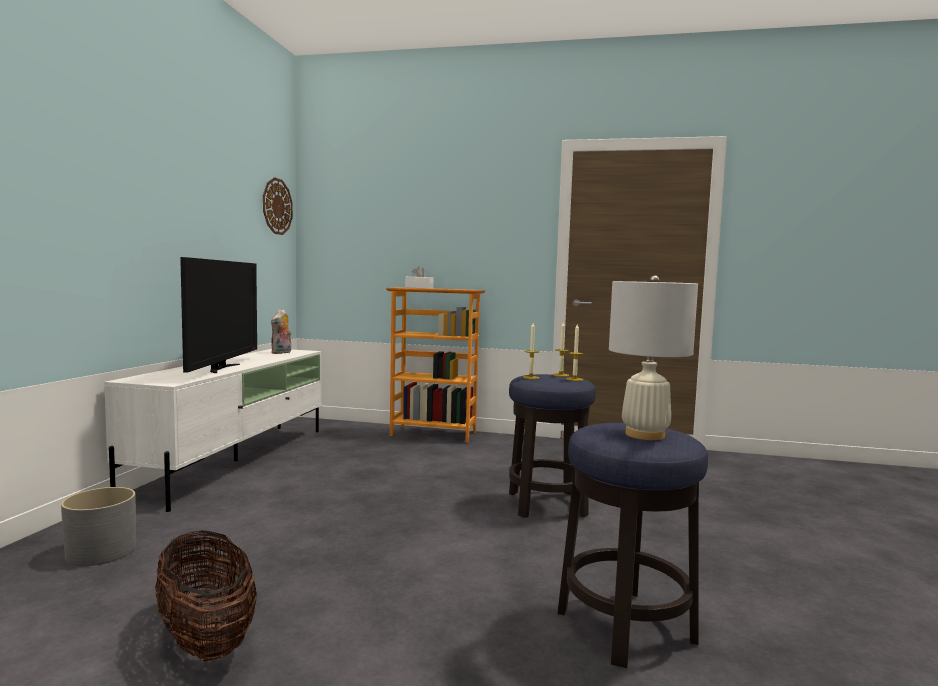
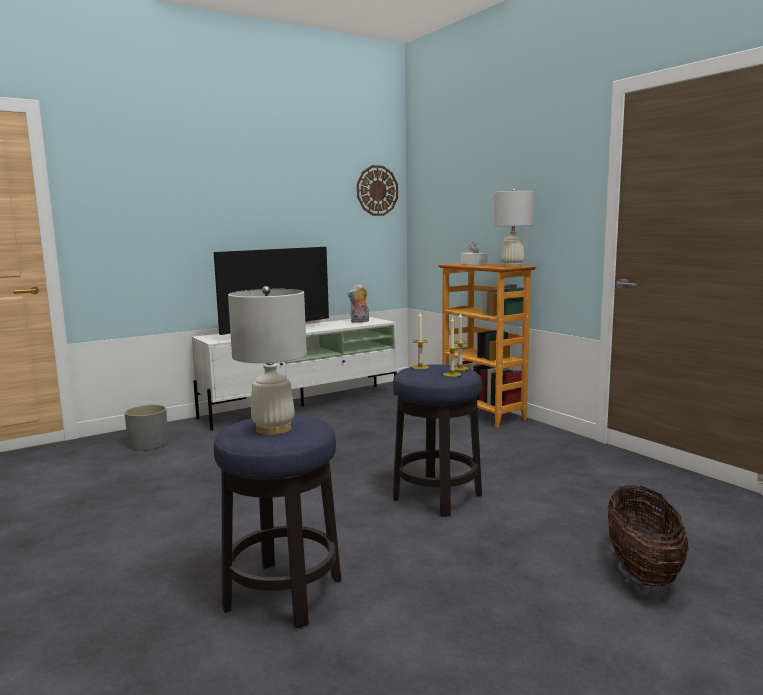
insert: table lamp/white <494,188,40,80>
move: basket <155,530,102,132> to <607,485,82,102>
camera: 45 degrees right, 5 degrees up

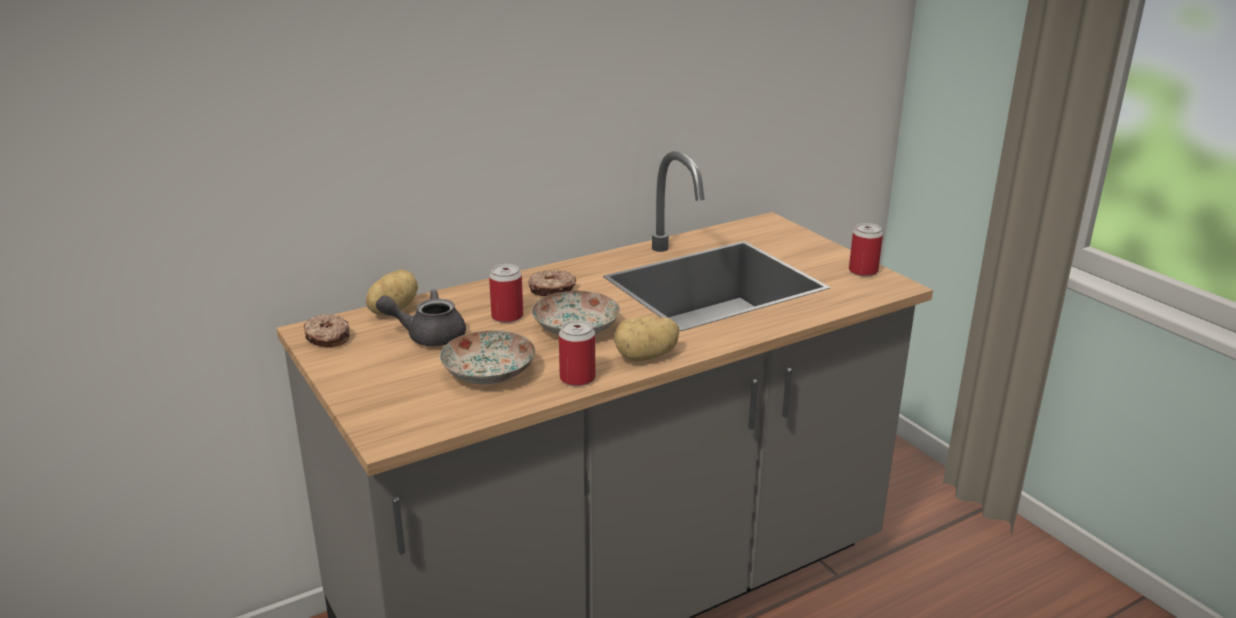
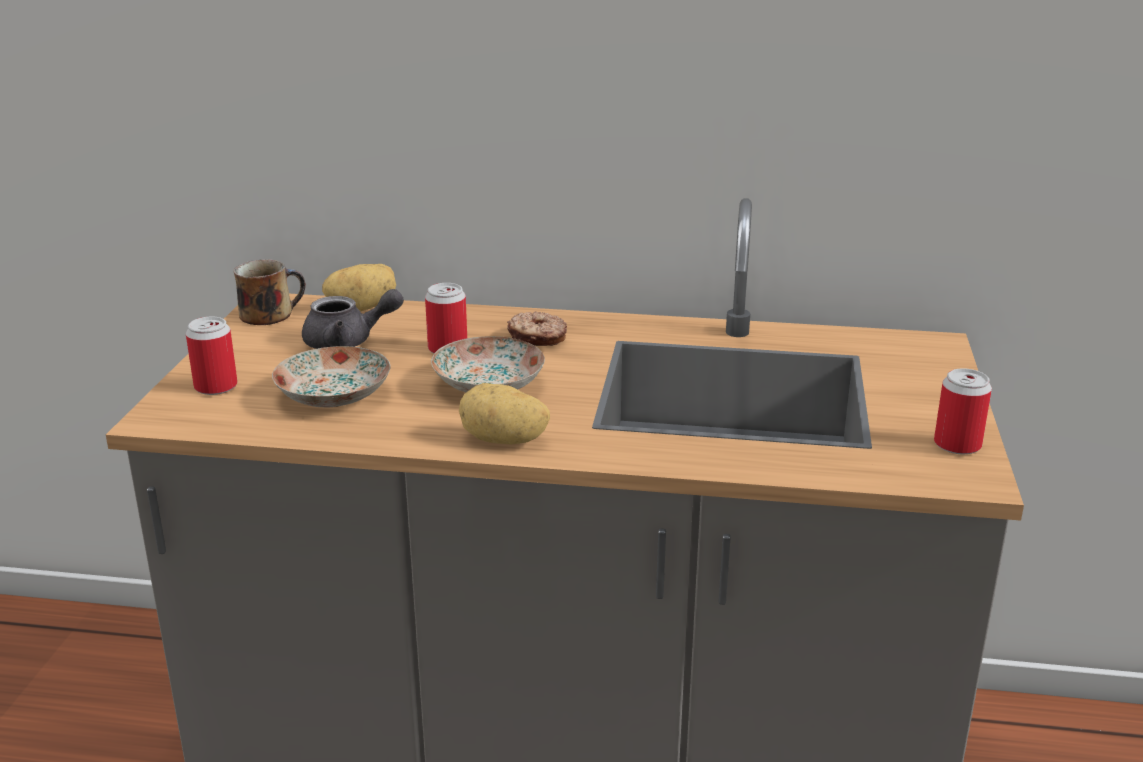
move: can <559,320,36,66> to <186,316,51,79>
replace: donut <304,314,46,34> to mug <234,259,72,66>
rotate: teapot/grey <376,289,90,57> = <302,289,102,60> 135 degrees clockwise
camera: 40 degrees right, 0 degrees up

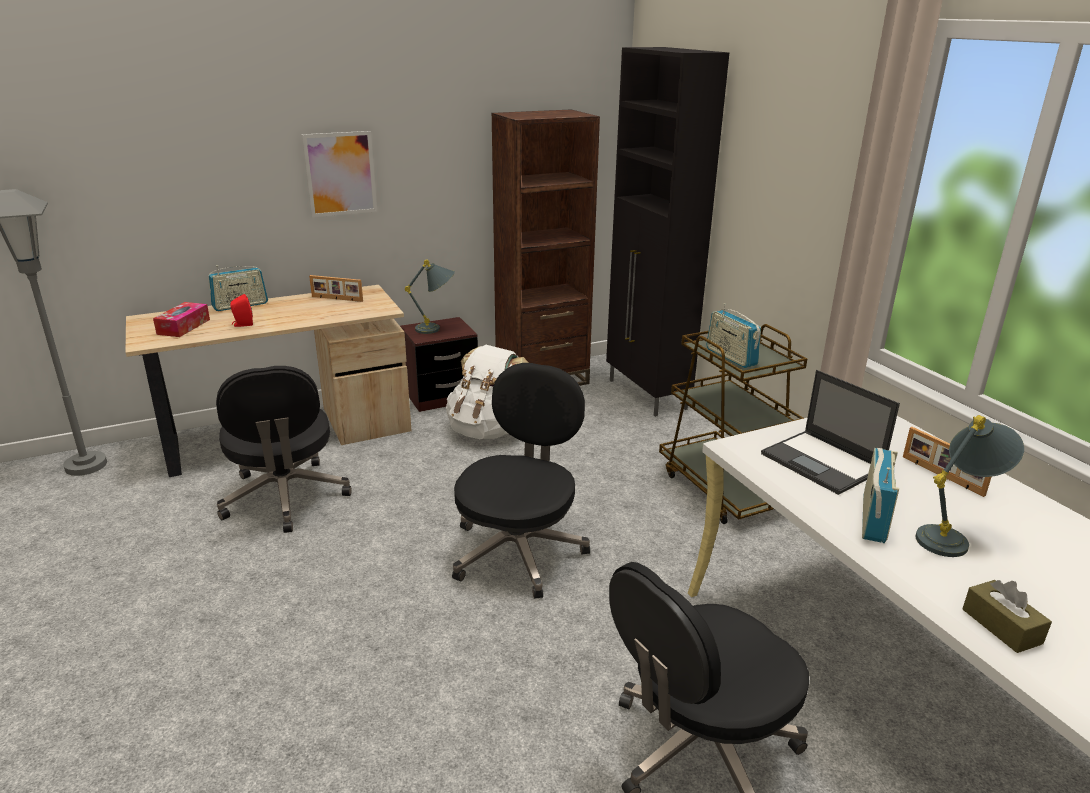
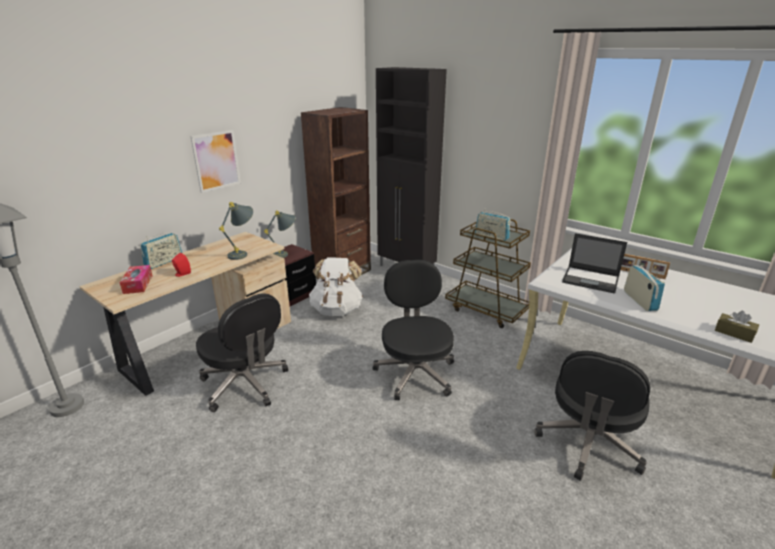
delete: picture frame <309,275,54,27>
move: table lamp/grey <915,415,109,142> to <219,202,34,58>
camera: 25 degrees left, 0 degrees up

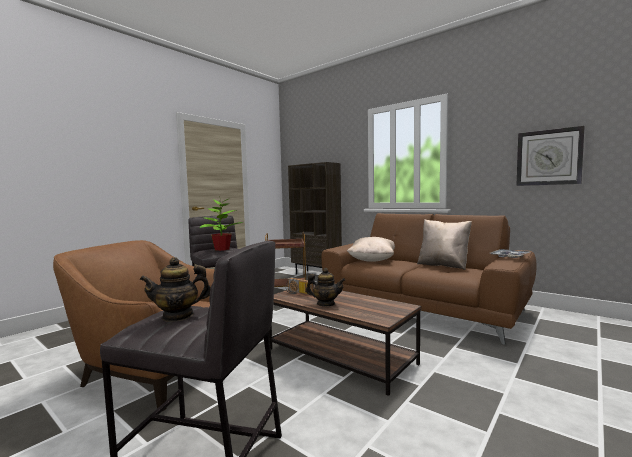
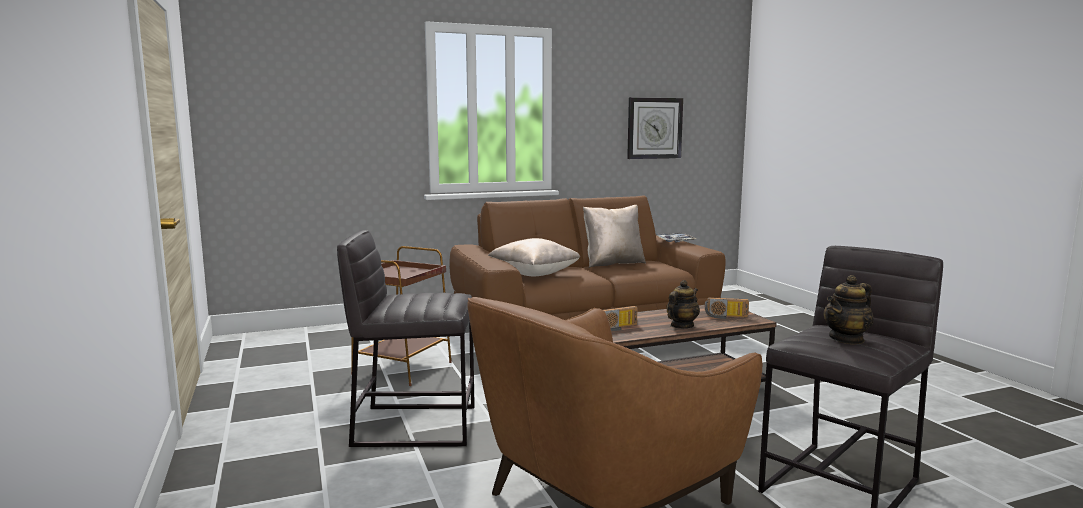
delete: potted plant <199,196,44,55>; bookcase/brown <288,162,54,113>
insert: radio <705,298,44,21>
rotate: teapot <139,257,72,65> = <824,275,50,70> 45 degrees clockwise
camera: 60 degrees left, 5 degrees up

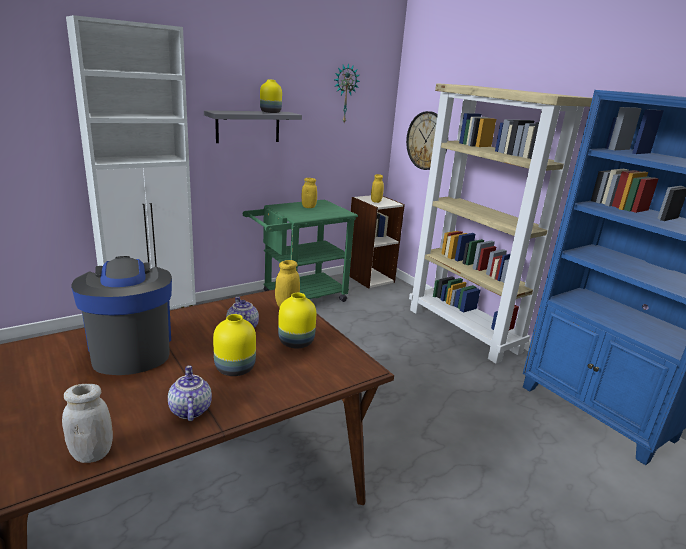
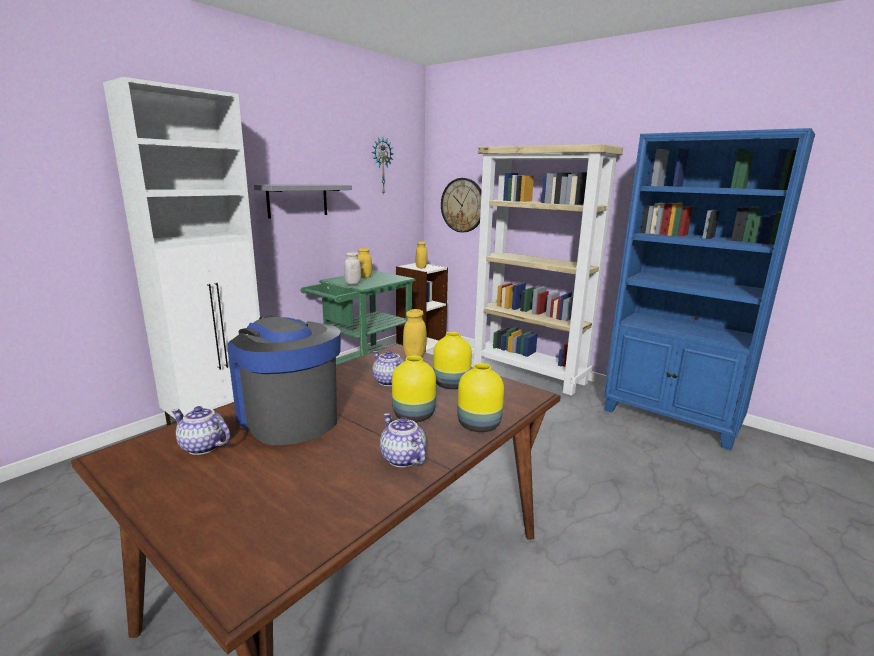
insert: teapot <172,406,58,49>
move: jar/white <62,384,51,79> to <344,252,17,33>; vase/yellow <260,79,22,34> to <457,363,47,69>
camera: 15 degrees left, 5 degrees down

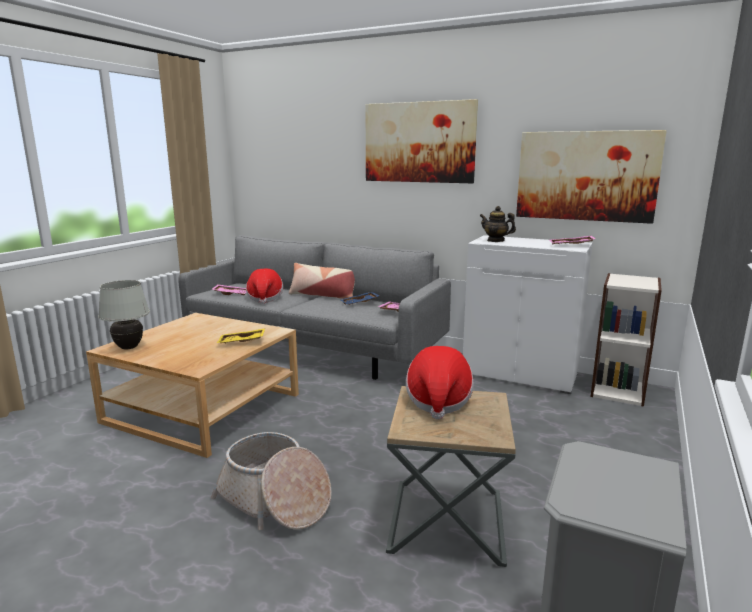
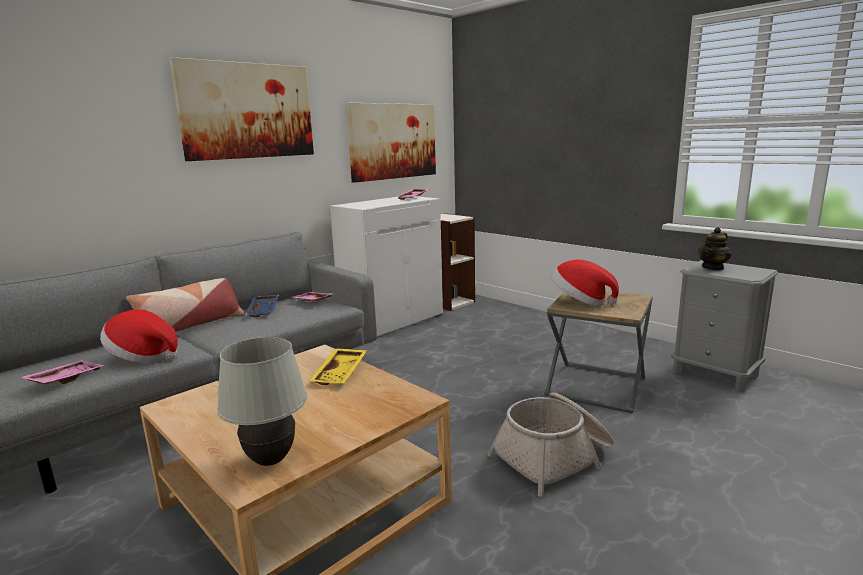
move: teapot <480,206,36,36> to <698,227,34,43>
camera: 70 degrees left, 0 degrees up

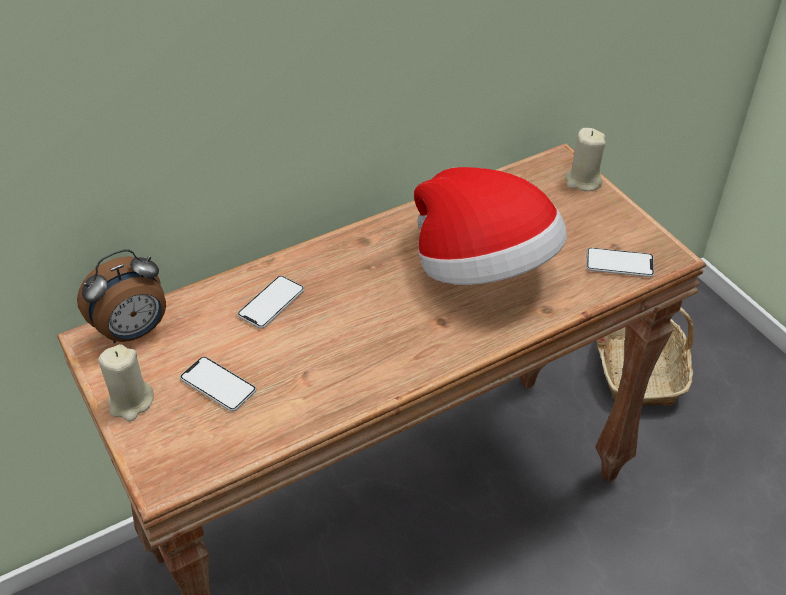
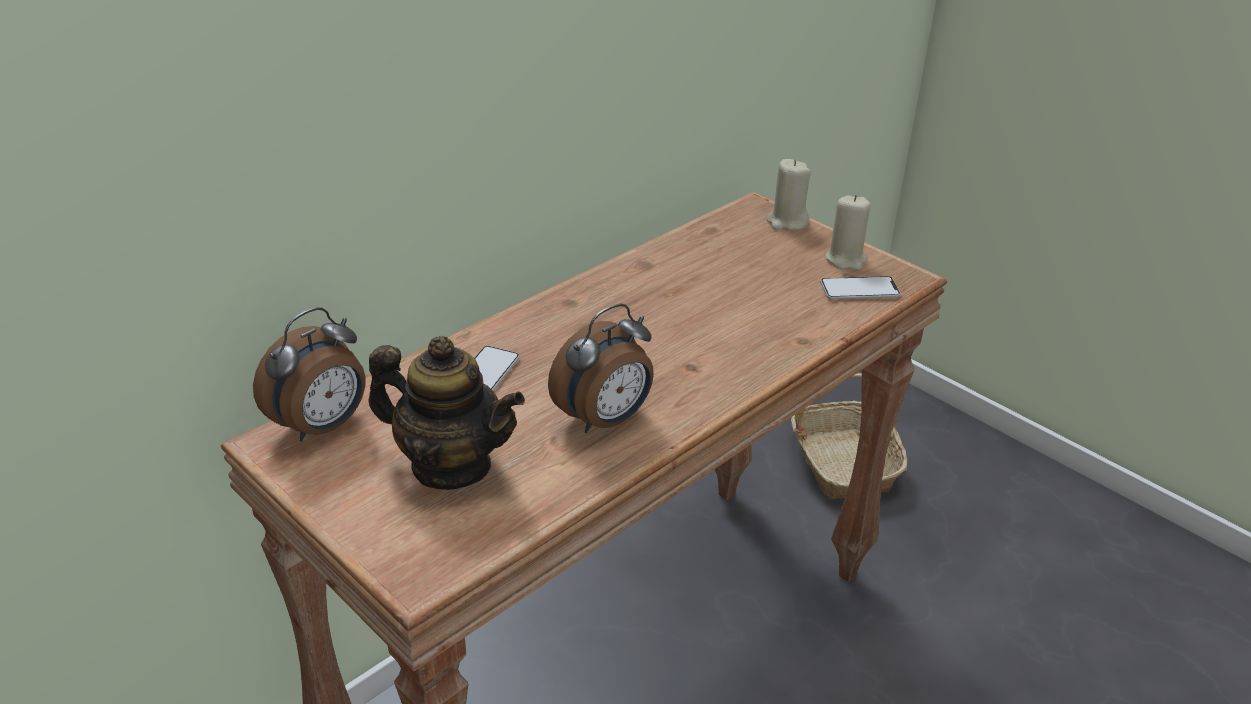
delete: hat <414,167,153,118>
insert: alarm clock <548,303,106,130>
move: candle/beige <98,344,56,77> to <825,195,46,75>
replace: phone <180,357,77,54> to teapot <368,336,157,154>
camera: 15 degrees left, 10 degrees down

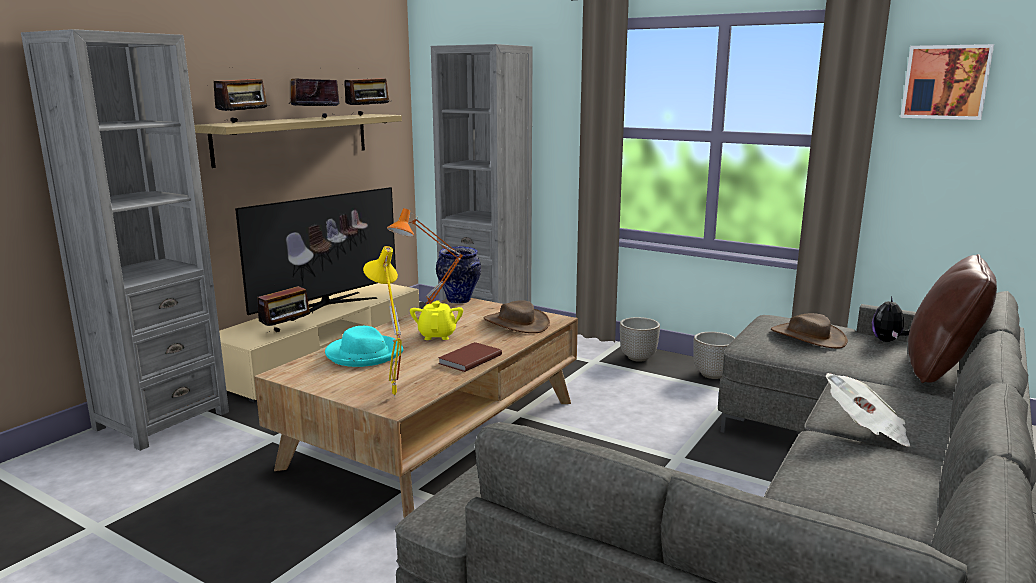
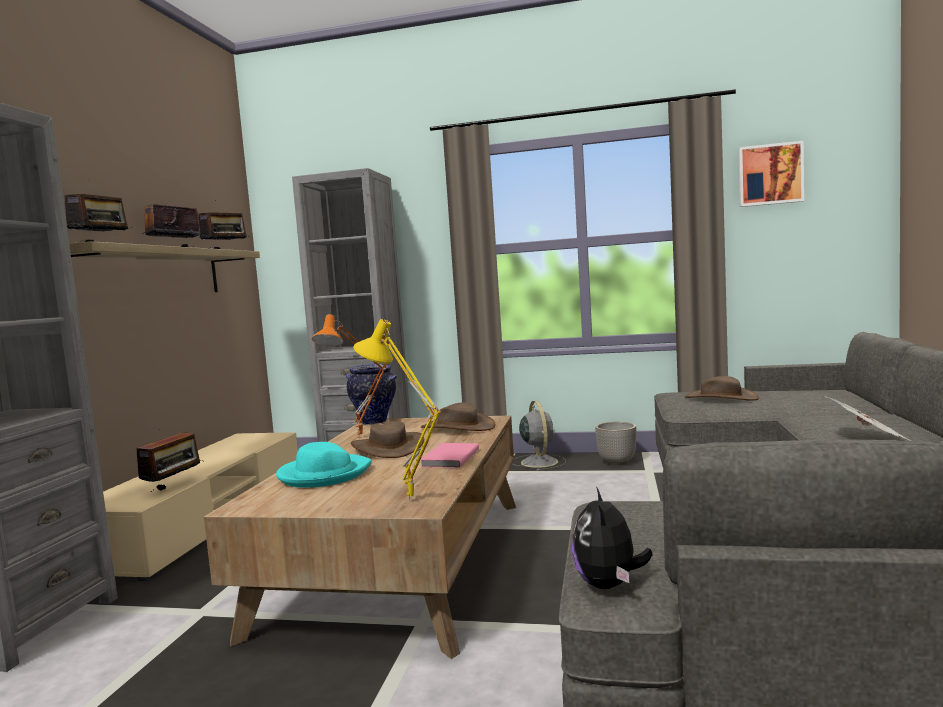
delete: television <235,187,161,134>; pillow/brown <908,254,89,129>
move: plush toy <872,296,38,46> to <572,488,80,101>
replace: teapot/yellow <410,301,53,39> to hat/brown <351,421,73,37>; planter <620,317,40,45> to fan/grey <512,401,54,70>
recolor: book/brown <438,342,64,30> to book/pink <420,443,59,25>
camera: 20 degrees left, 10 degrees down

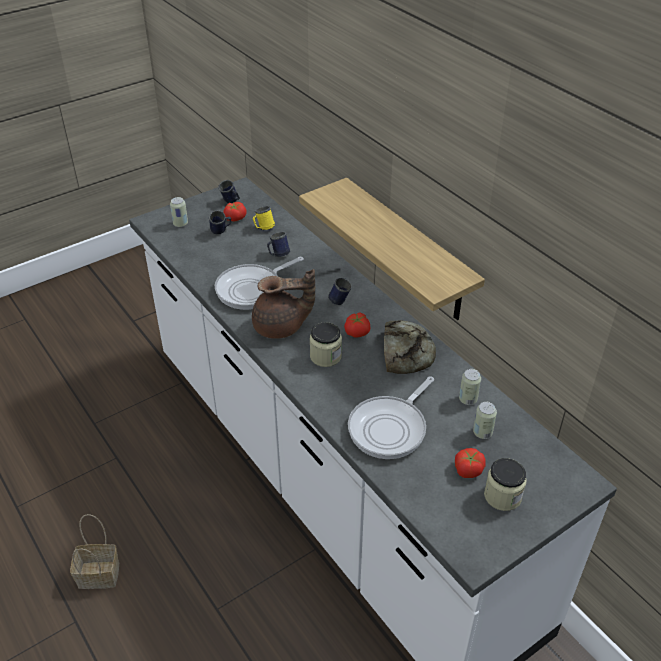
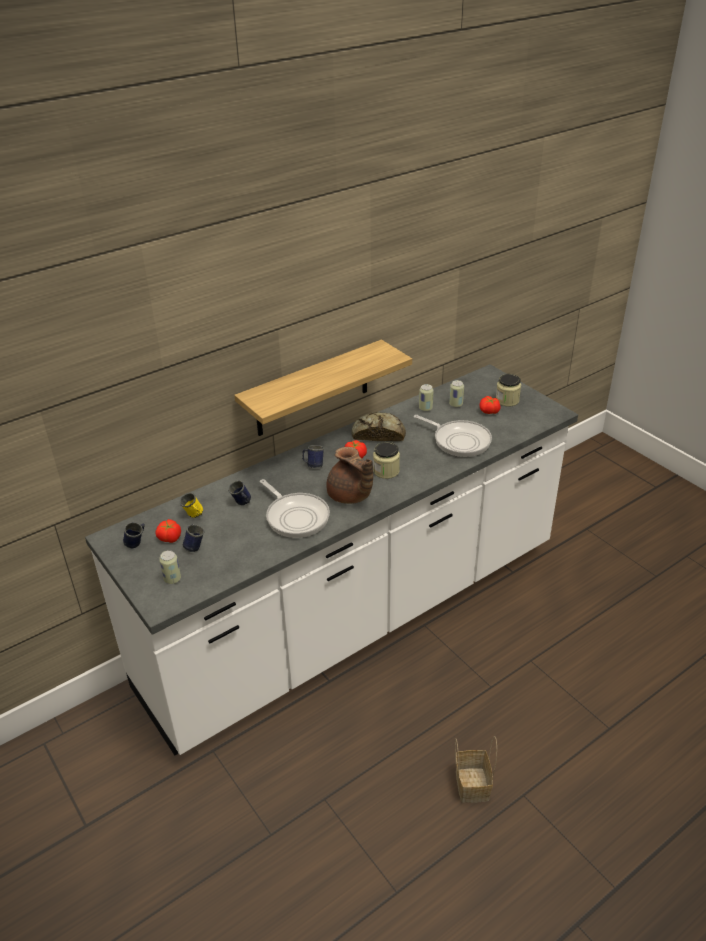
rotate: teapot/brown <252,269,63,70> = <326,447,47,57> 150 degrees clockwise
camera: 90 degrees left, 5 degrees down

